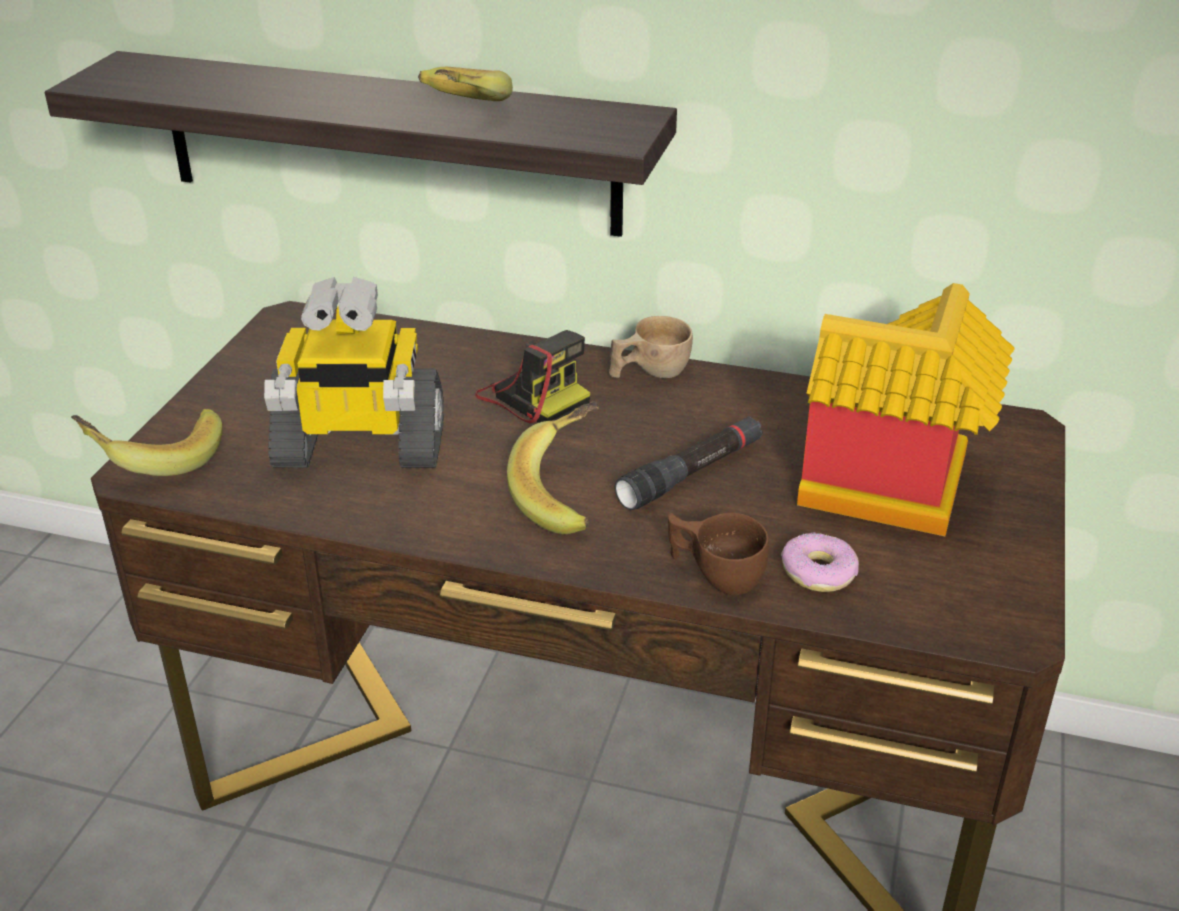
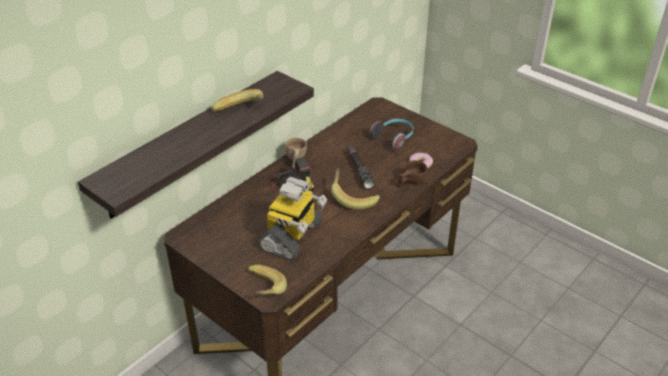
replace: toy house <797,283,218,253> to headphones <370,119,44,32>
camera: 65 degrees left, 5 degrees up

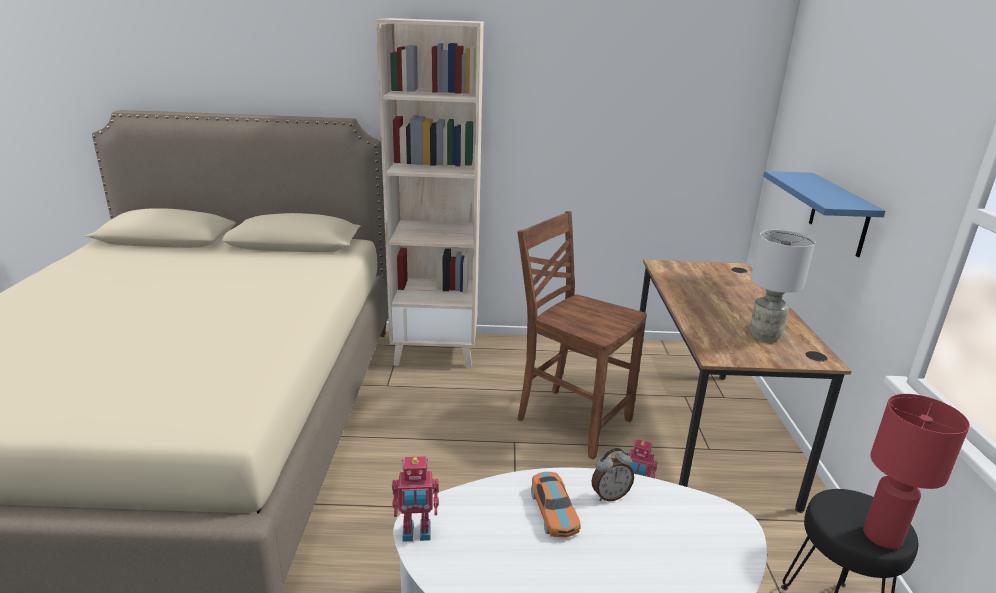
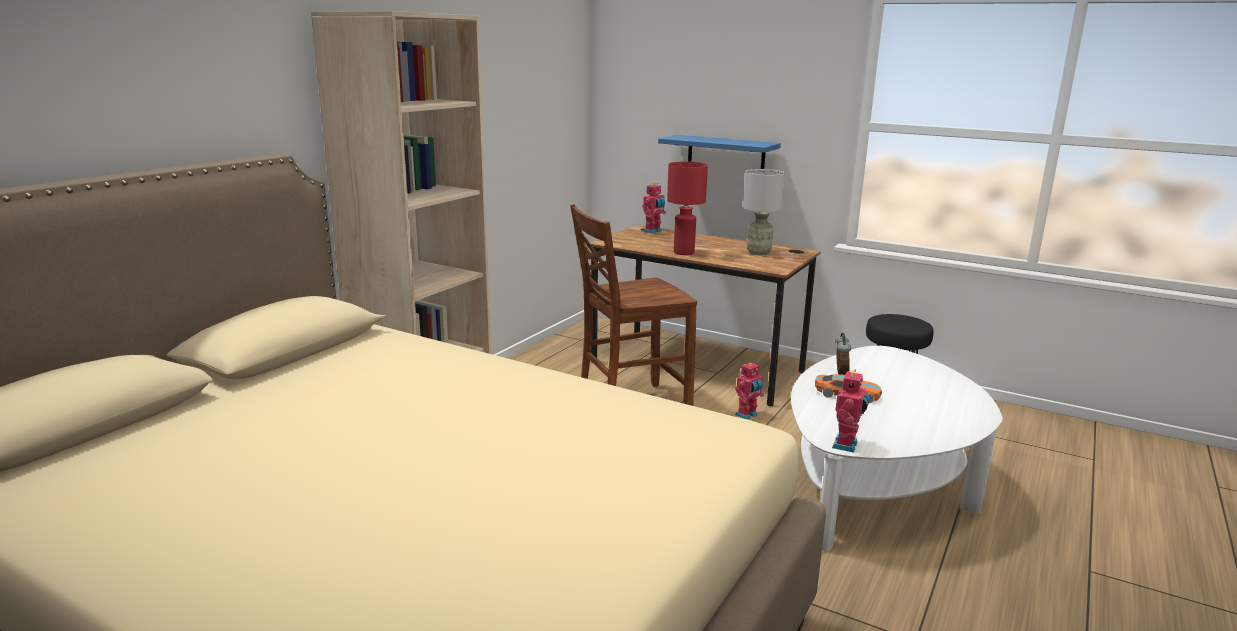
insert: toy robot <642,183,24,51>
move: table lamp/red <863,394,107,155> to <667,162,41,93>
camera: 60 degrees left, 5 degrees down

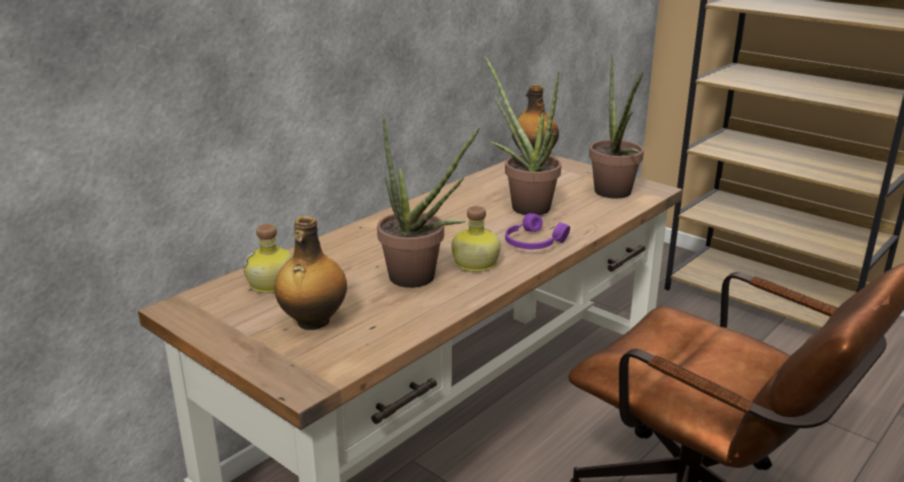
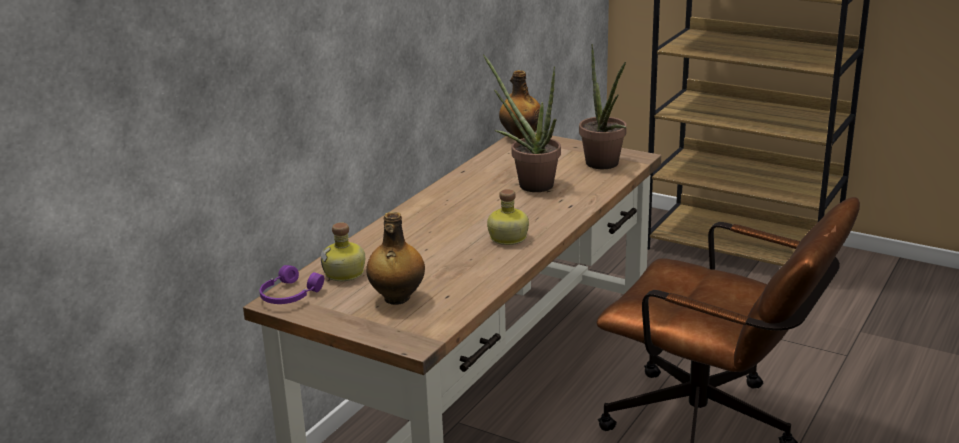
delete: potted plant <377,114,103,174>
move: headphones/purple <505,213,65,36> to <260,265,64,39>
camera: 10 degrees left, 0 degrees up

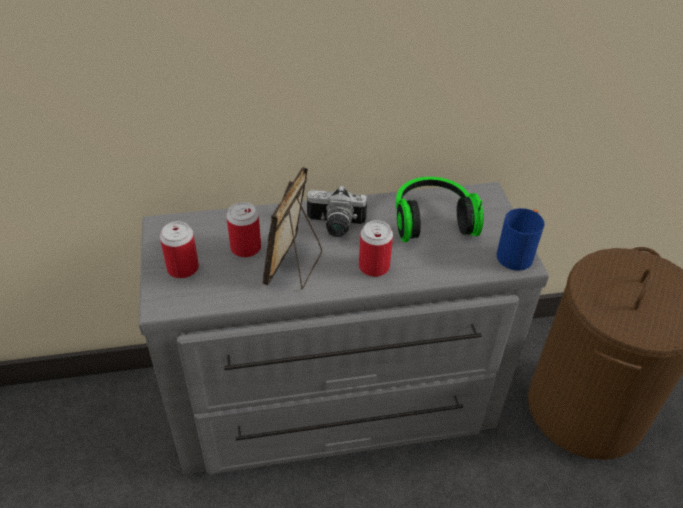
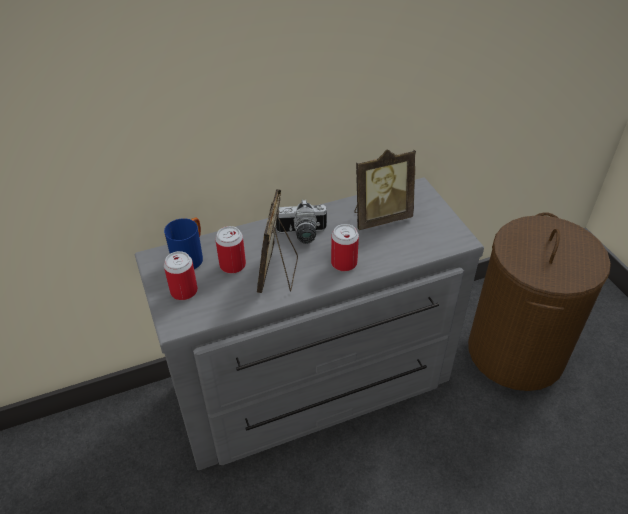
move: mug/blue <497,208,48,63> to <164,218,39,51>
replace: headphones <396,177,88,65> to picture frame <354,149,62,81>
camera: 10 degrees left, 0 degrees up

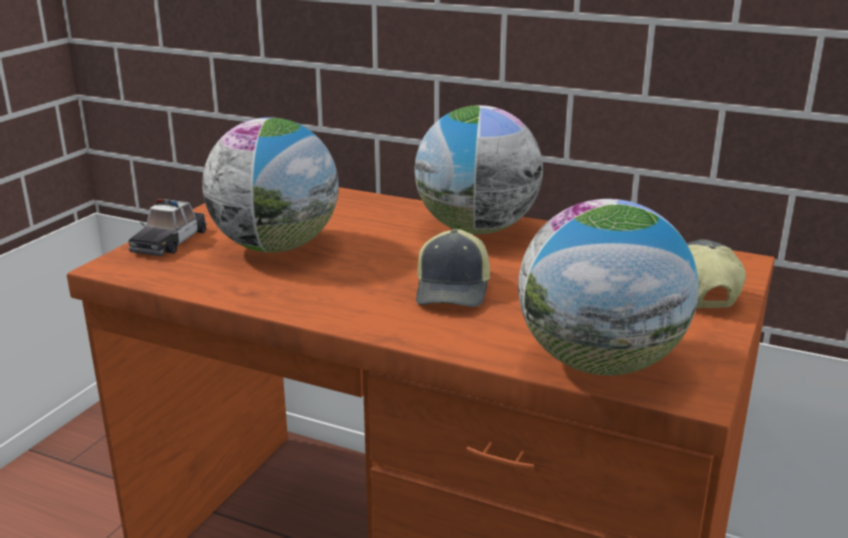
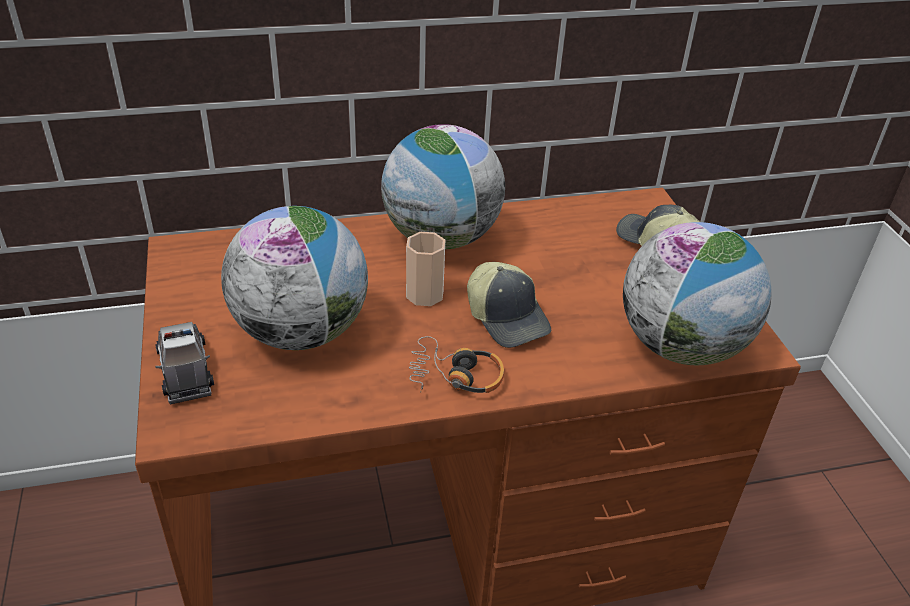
insert: cup <406,232,39,74>; headphones <409,336,95,57>
camera: 40 degrees left, 15 degrees up

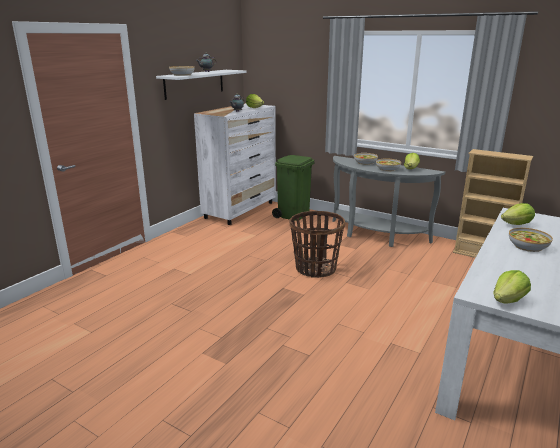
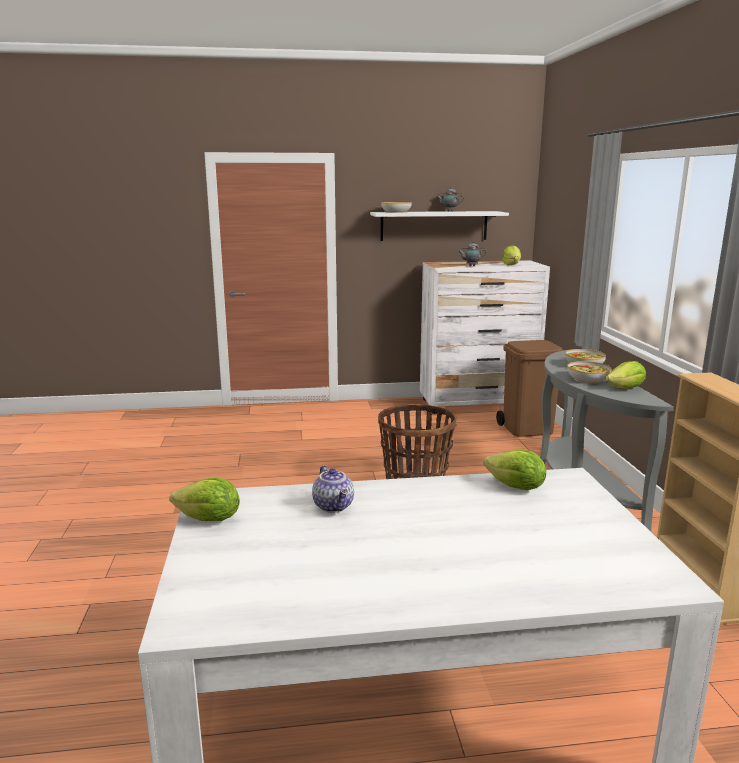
delete: bowl <509,228,44,24>
insert: teapot <312,465,42,48>
recolor: trash can/green <272,155,43,66> to trash can/brown <496,340,68,97>
camera: 50 degrees right, 5 degrees down

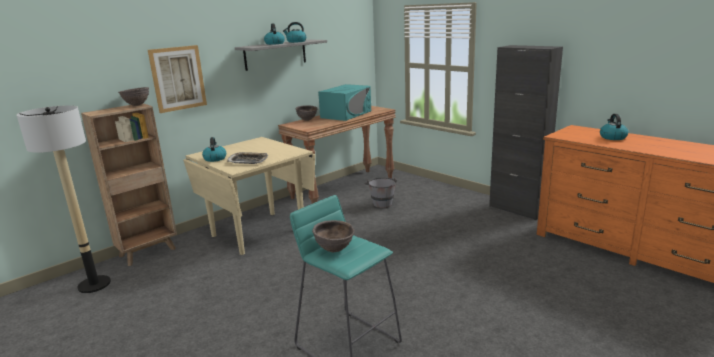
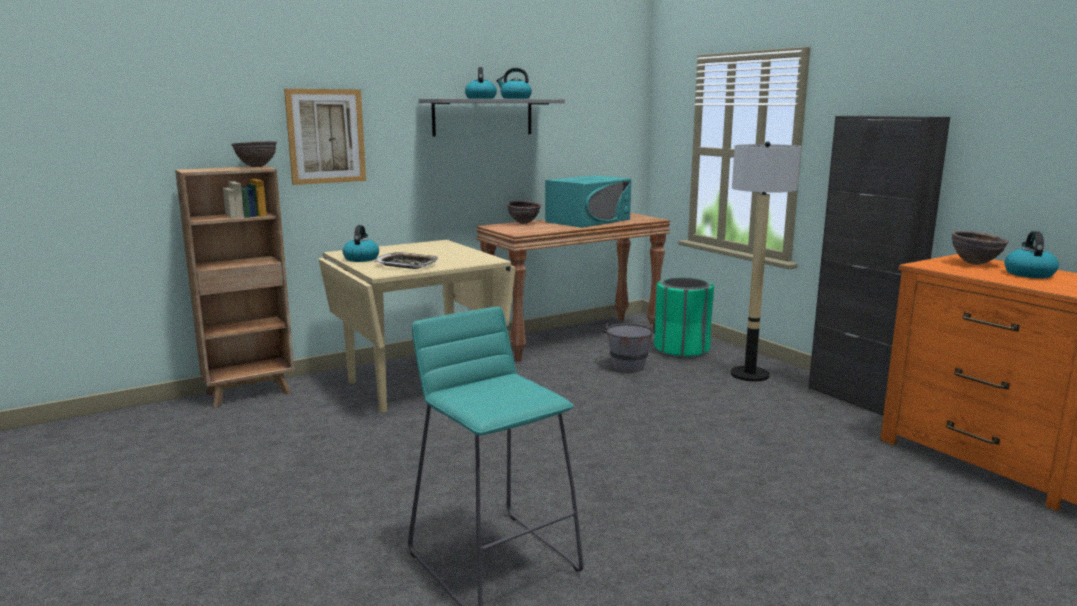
insert: trash can/green <654,278,60,81>
move: floor lamp <17,105,94,188> to <731,142,70,240>; bowl/brown <312,220,42,32> to <951,230,58,35>
camera: 10 degrees right, 5 degrees down

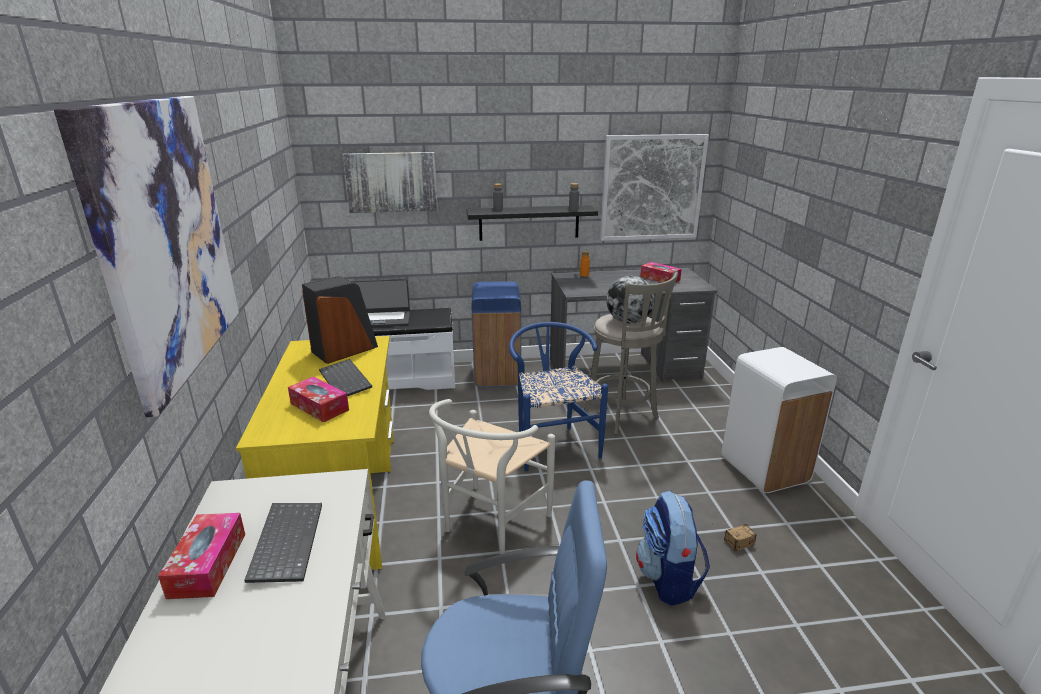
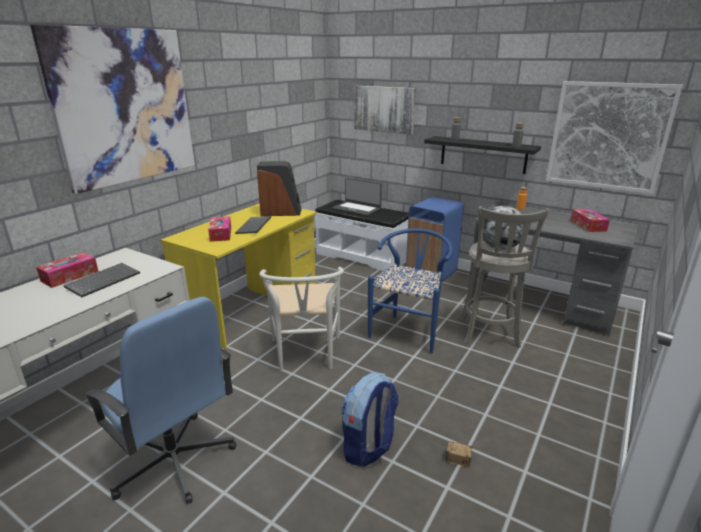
delete: trash can/white <721,347,116,146>
rotate: chair/white <429,399,126,155> = <259,267,85,104> 75 degrees counterclockwise
camera: 40 degrees right, 0 degrees up

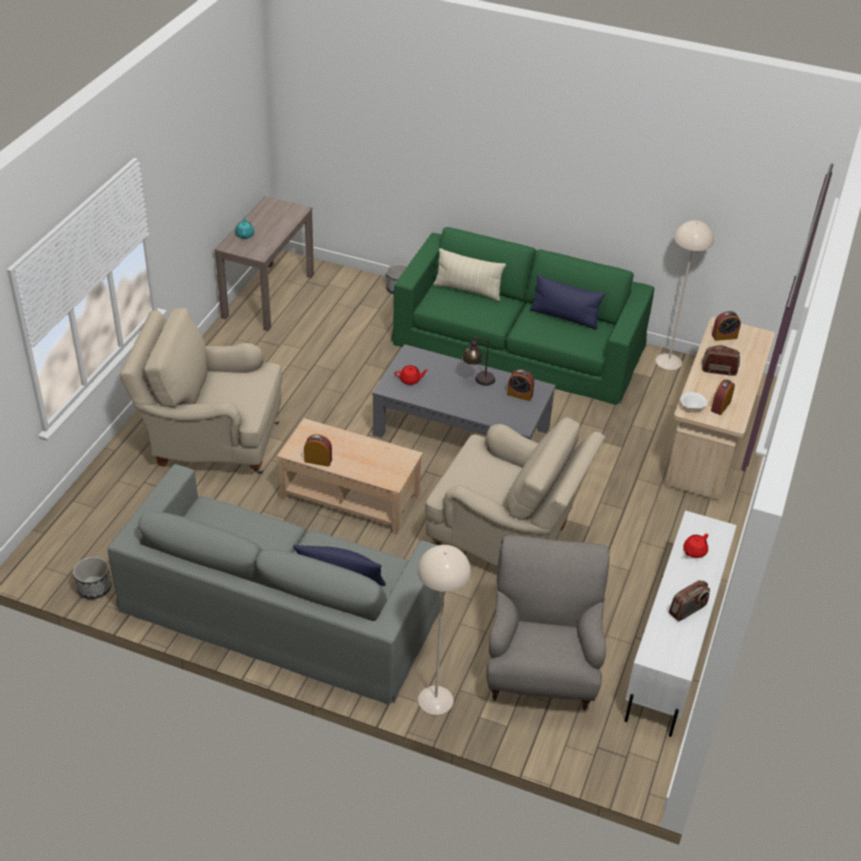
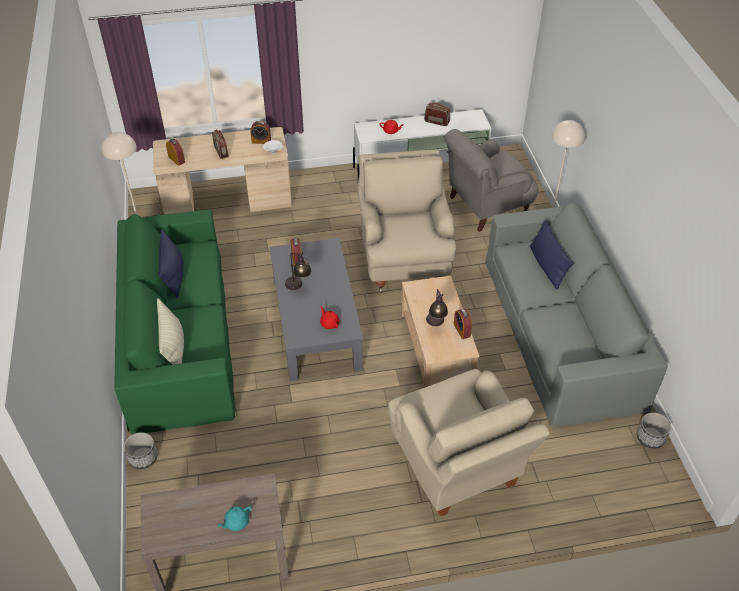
insert: table lamp <426,289,22,37>
camera: 120 degrees left, 5 degrees up

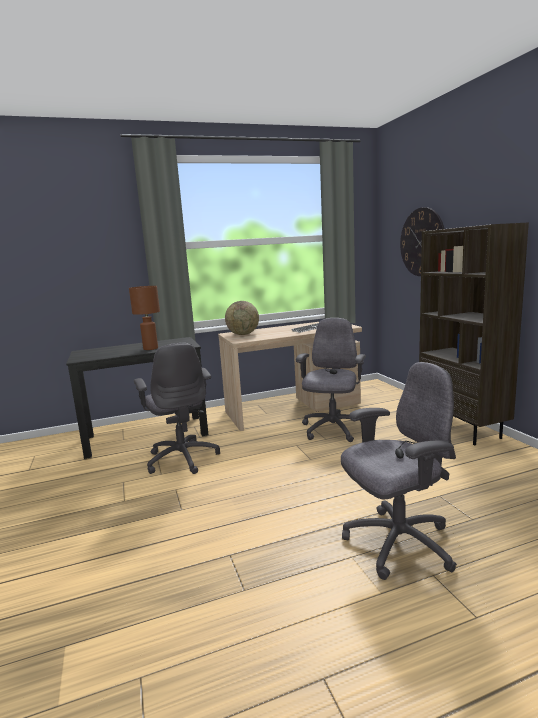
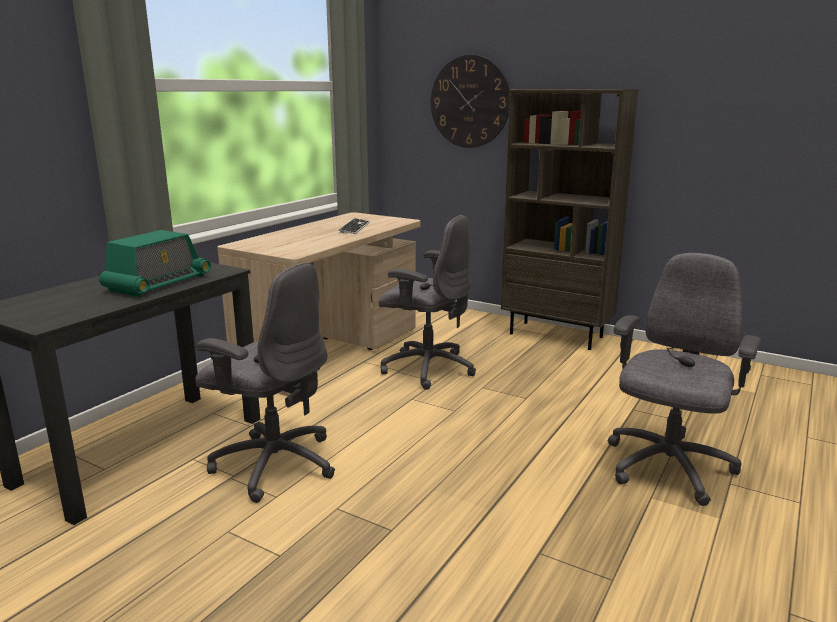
delete: globe <225,301,34,34>
replace: table lamp/brown <129,286,31,64> to radio <99,230,112,67>
rotate: office chair/grey <296,318,70,124> = <379,215,97,175> 135 degrees clockwise
camera: 40 degrees left, 5 degrees up

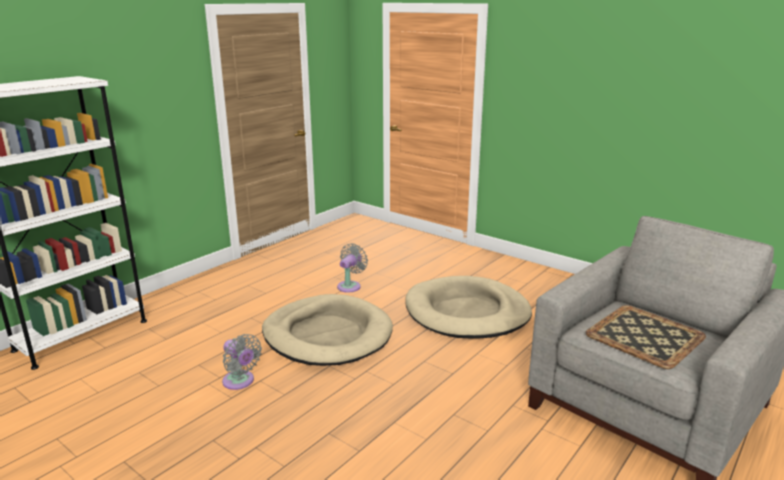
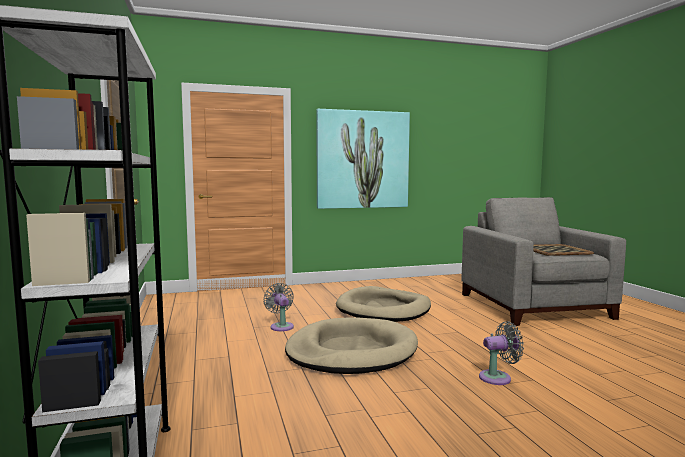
insert: picture <316,109,94,100>
move: fan/grey <222,334,40,56> to <479,321,45,64>
camera: 55 degrees left, 15 degrees down

